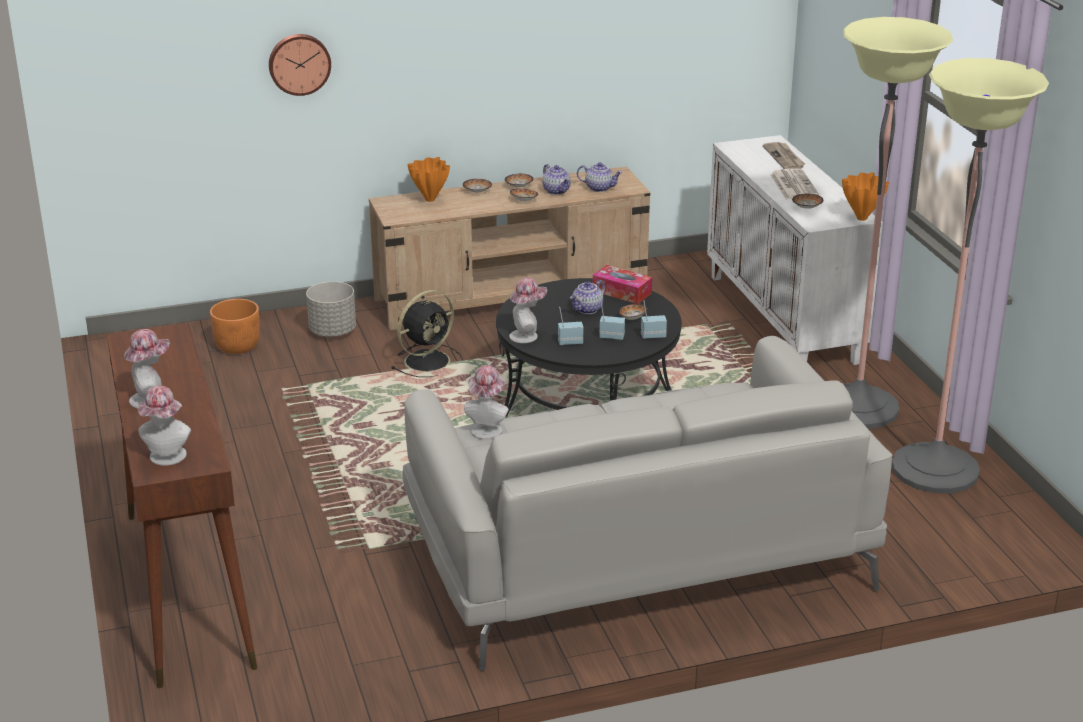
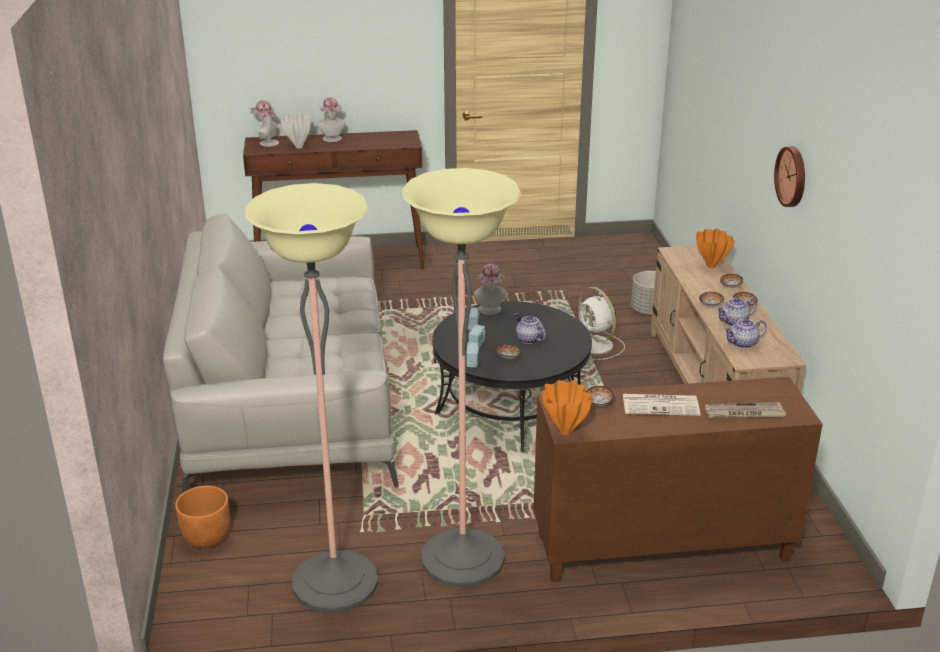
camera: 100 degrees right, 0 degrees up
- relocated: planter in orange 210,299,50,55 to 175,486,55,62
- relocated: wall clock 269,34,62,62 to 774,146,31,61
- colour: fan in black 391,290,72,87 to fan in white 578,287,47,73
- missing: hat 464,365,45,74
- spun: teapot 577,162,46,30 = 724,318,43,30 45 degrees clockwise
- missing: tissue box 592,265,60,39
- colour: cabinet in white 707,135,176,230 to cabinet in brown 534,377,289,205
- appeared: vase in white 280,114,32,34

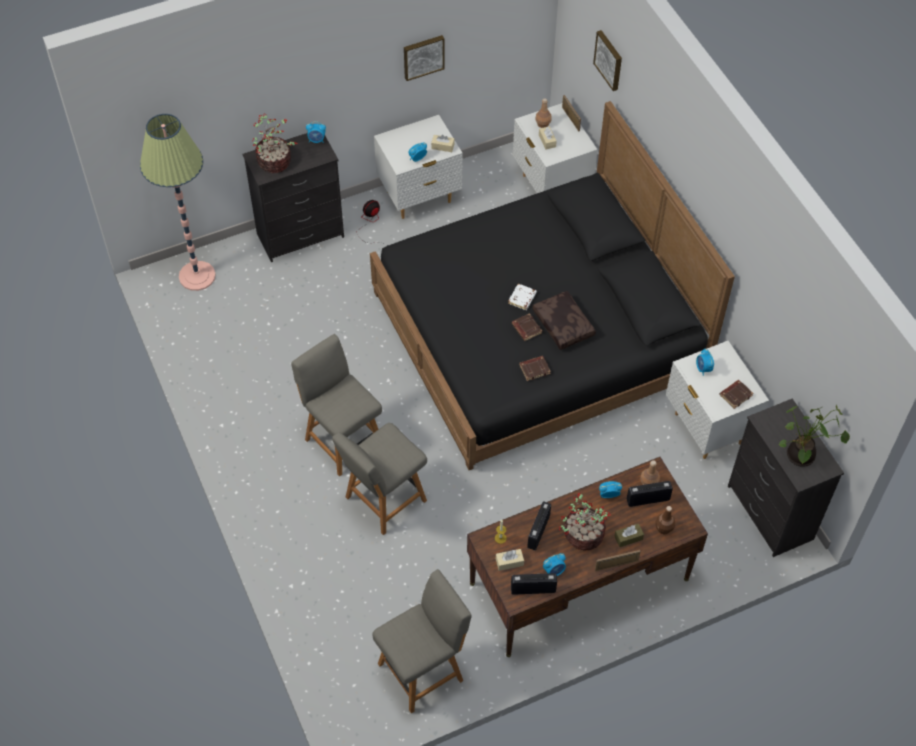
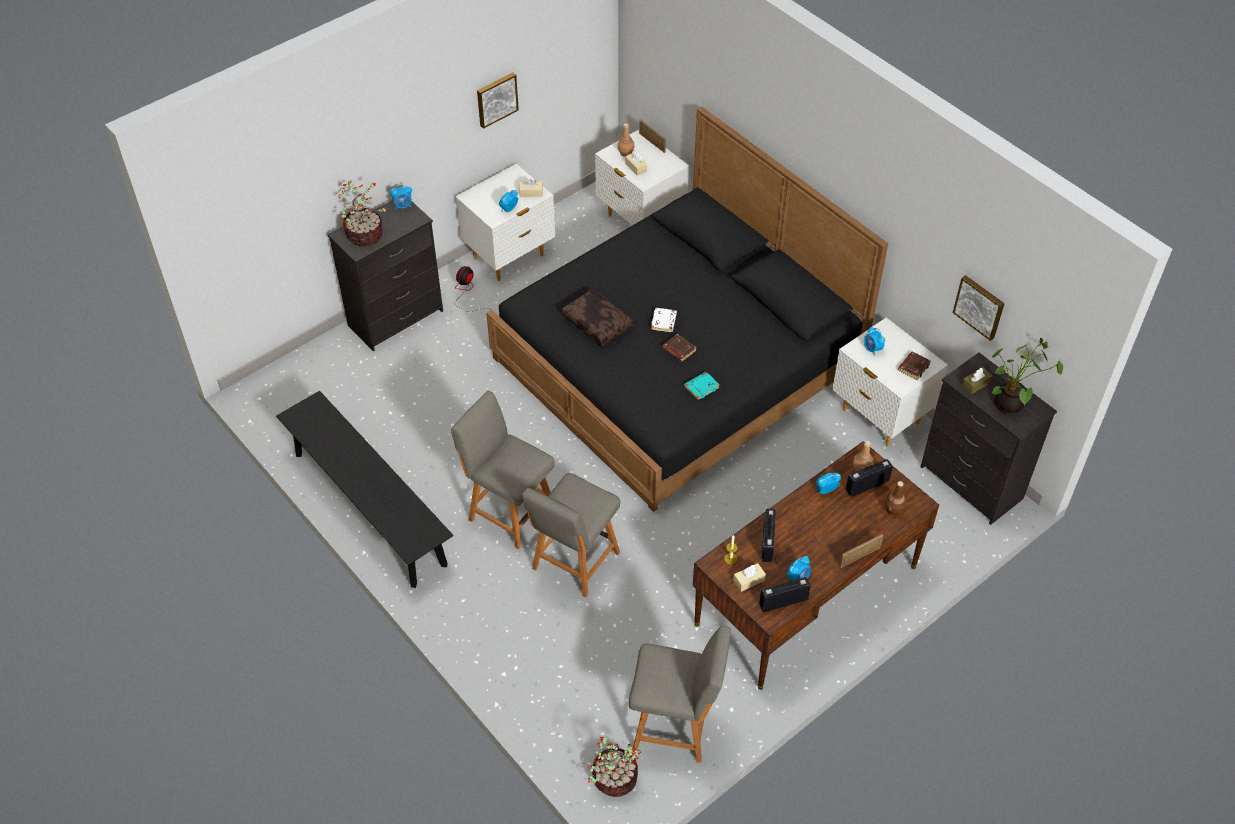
camera: 15 degrees left, 5 degrees down
- missing: floor lamp 140,114,76,177
- spun: chair in grey 372,569,100,144 = 629,626,102,137 60 degrees clockwise
- colour: book in brown 519,356,32,25 to book in turquoise 684,372,36,28
- relocated: pillow in brown 532,291,64,59 to 561,289,72,58
- relocated: potted plant 559,493,51,57 to 588,737,53,60
- relocated: picture 593,30,29,61 to 953,275,52,66
- relocated: tissue box in brown 614,524,30,23 to 962,367,30,27
- appeared: bench in black 276,391,177,197

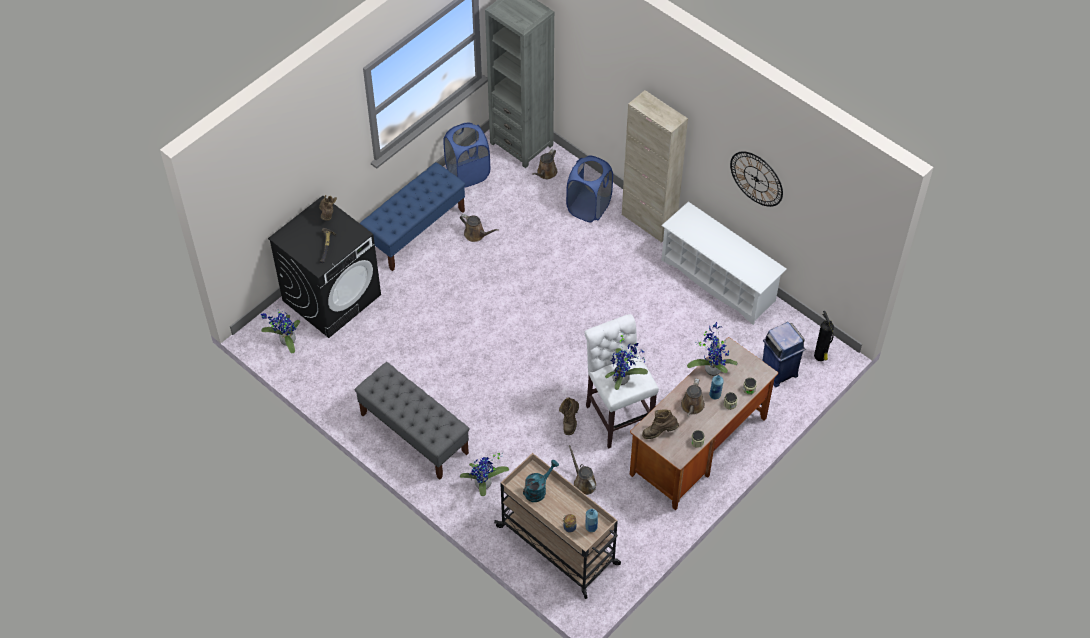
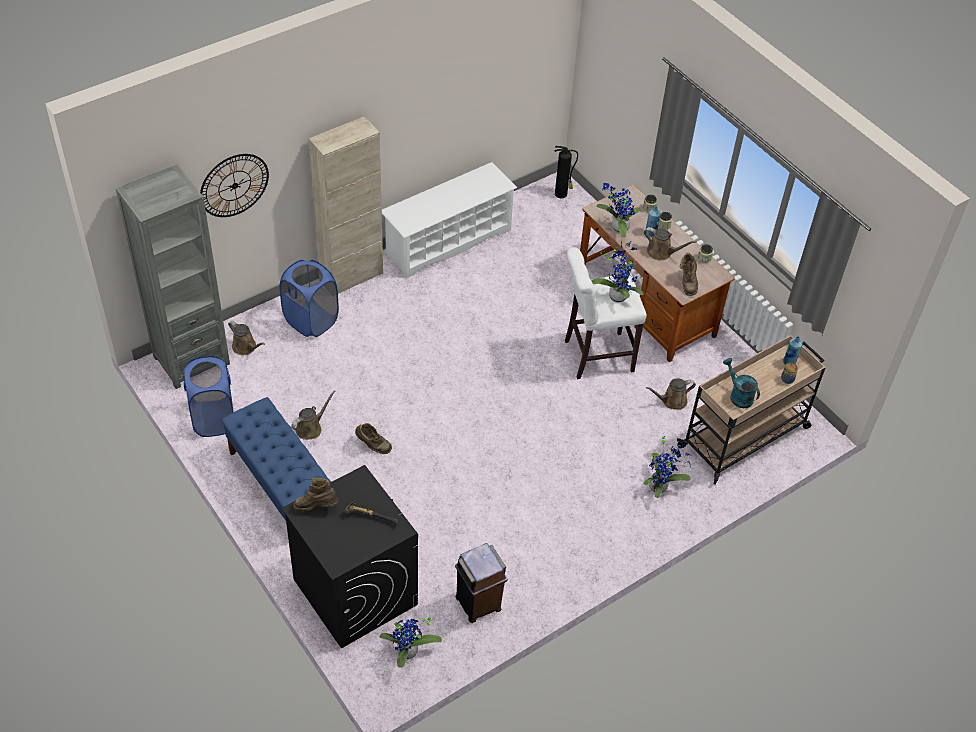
camera: 80 degrees left, 5 degrees down
- missing: bench in grey 355,362,115,118
- relocated: boot in brown 559,398,20,37 to 355,423,37,31
- relocated: wall clock 730,151,53,56 to 200,154,69,63
- missing: trash can in blue 762,322,43,65
- appeared: trash can in brown 455,543,53,80

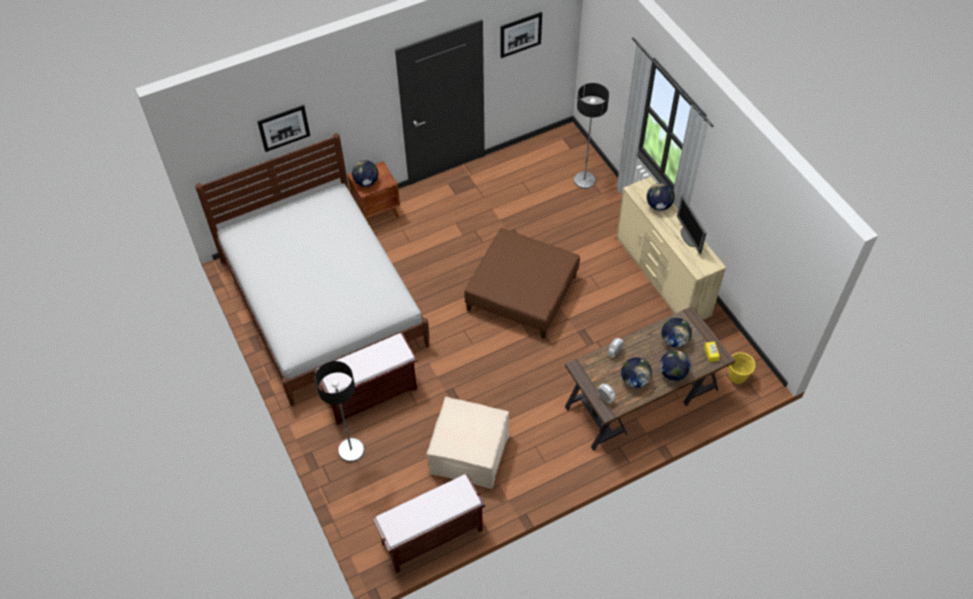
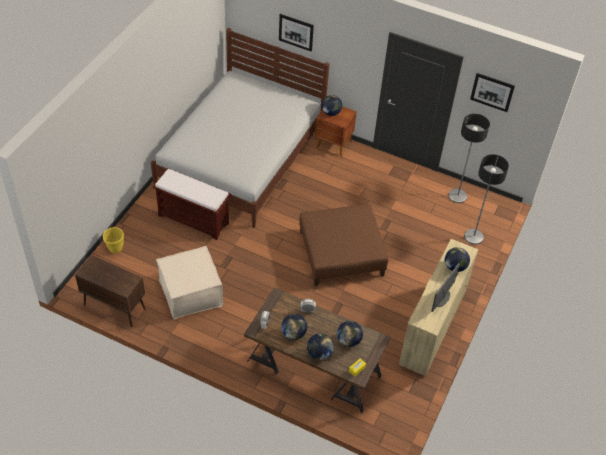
camera: 50 degrees right, 5 degrees down
- relocated: floor lamp 315,361,50,101 to 448,114,42,89
- exchanged: bench in brown 372,474,113,99 to cabinet in brown 75,255,70,72
- relocated: planter in yellow 728,353,27,31 to 103,227,21,26

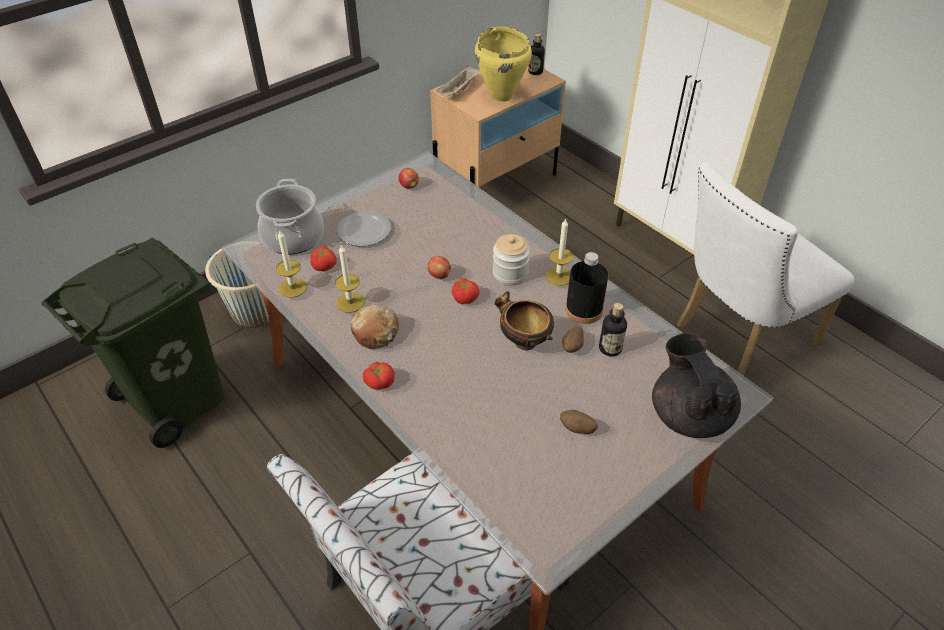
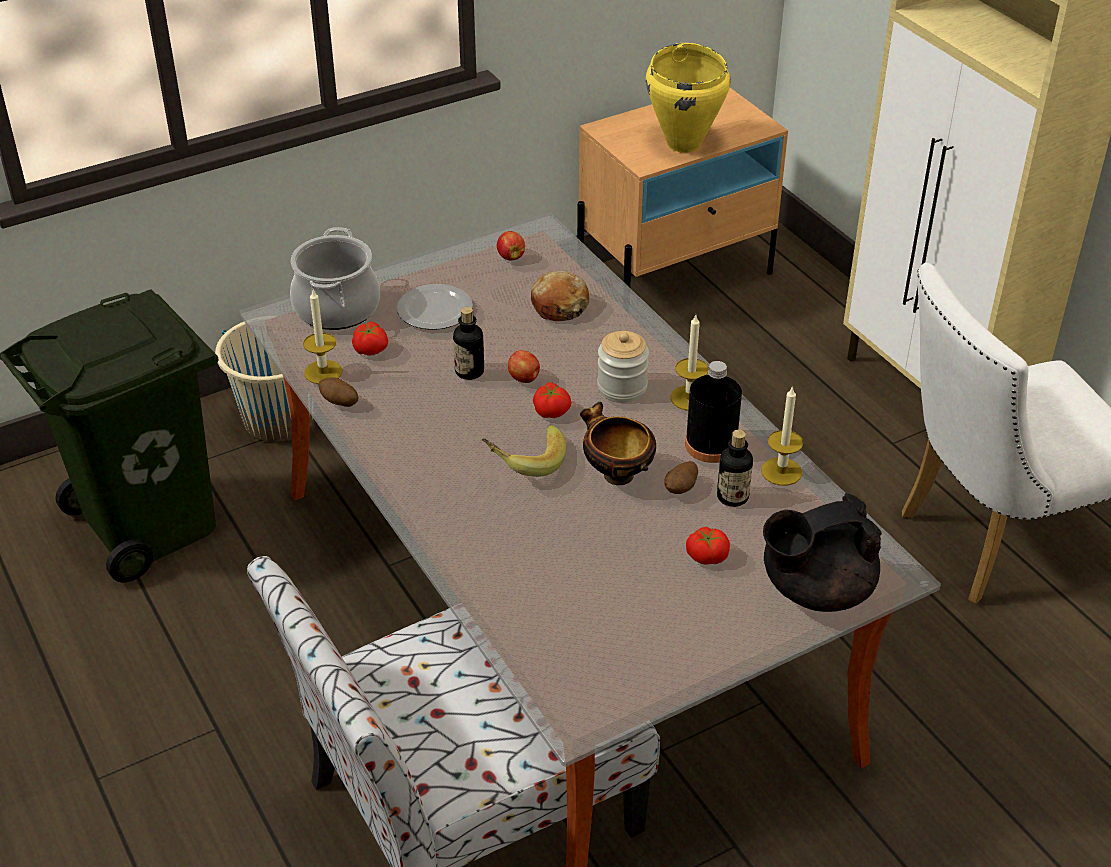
camera: 10 degrees right, 5 degrees down
- relocated: candle 335,245,30,68 to 761,386,42,100
- relocated: bread 350,305,49,44 to 531,271,58,50
- relocated: tomato 363,362,32,28 to 686,527,44,38
- missing: tray in beige 436,65,43,31
- relocated: bottle 528,34,17,41 to 453,307,31,73
- relocated: potato 560,410,38,24 to 319,377,39,30
- spun: teapot in black 652,333,89,105 = 763,493,119,119 105 degrees counterclockwise
- appeared: banana 482,425,84,52

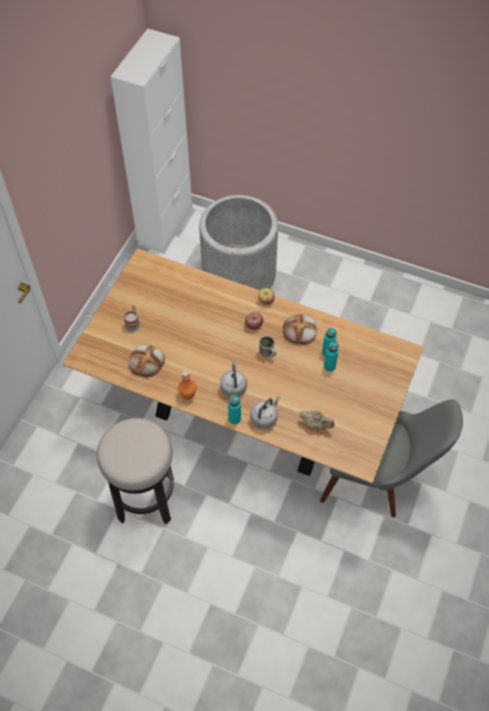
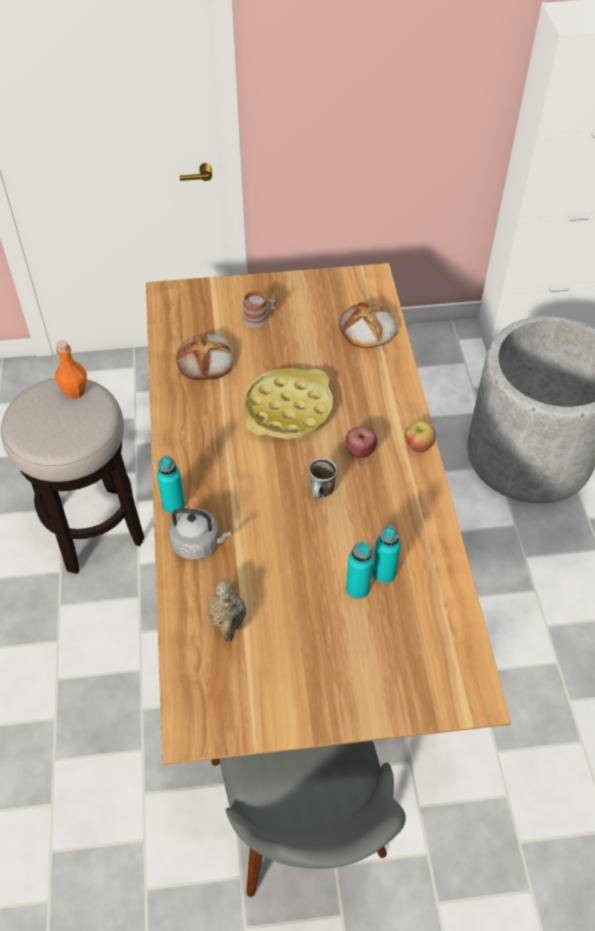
camera: 60 degrees right, 5 degrees down
- relocated: bottle in orange 177,371,20,29 to 55,340,32,59
- missing: kettle in grey 220,361,27,36
- relocated: bread 283,314,34,30 to 339,302,58,46
- appeared: tray in yellow 244,368,89,71

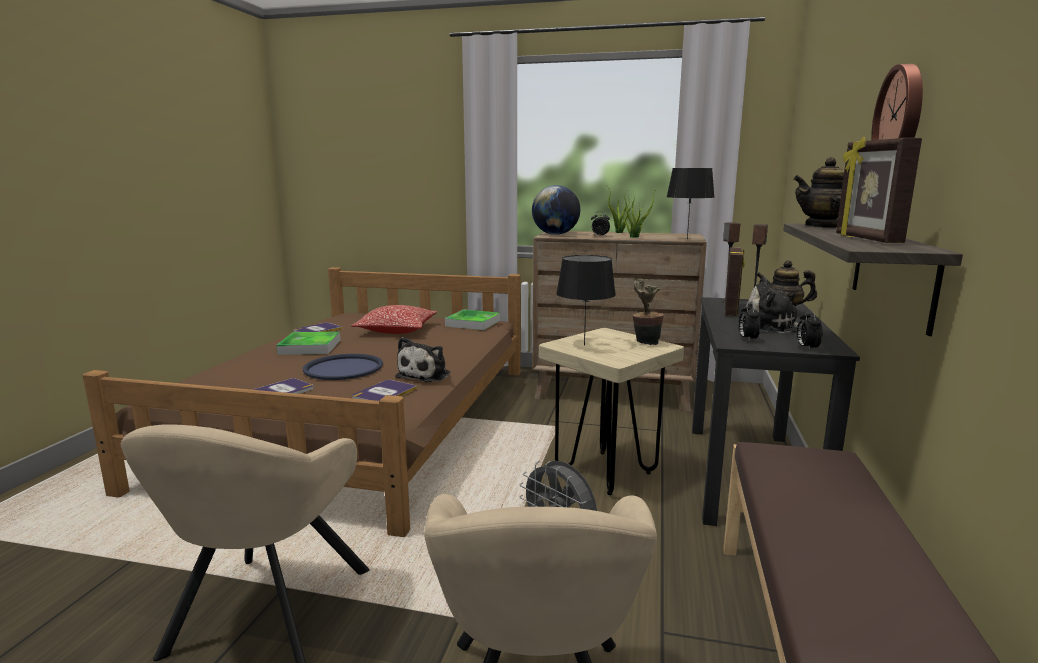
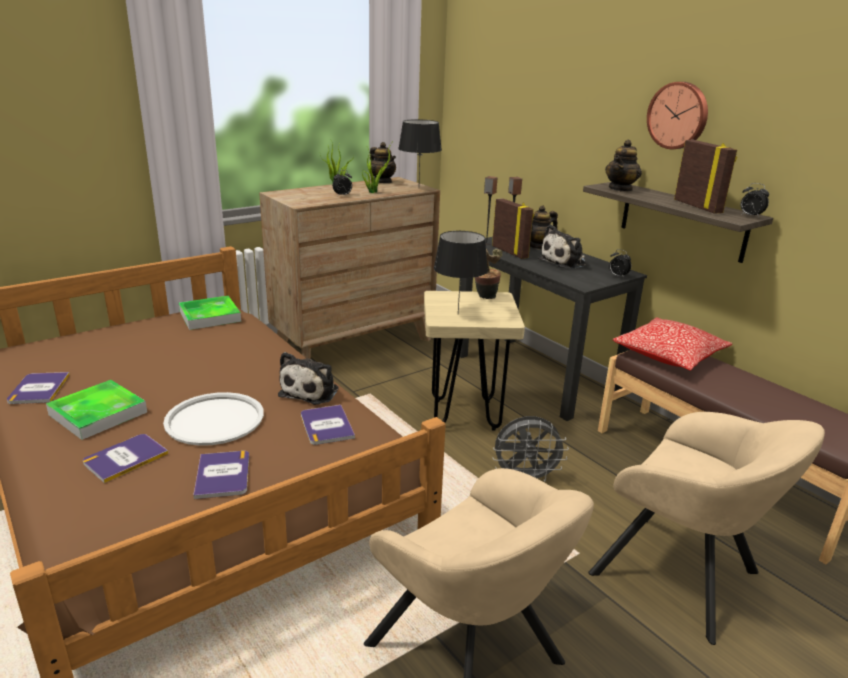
camera: 50 degrees left, 10 degrees up
- colour: tray in blue 303,354,80,26 to tray in white 163,392,101,54
- relocated: pillow 352,305,86,29 to 612,317,120,54
- spun: plush toy 396,337,54,45 = 278,352,60,53 45 degrees clockwise
- missing: globe 532,185,48,50
- relocated: alarm clock 739,302,22,40 to 741,183,28,34
- spun: picture frame 836,137,86,106 = 674,140,63,74 150 degrees counterclockwise
- appeared: book 83,434,86,49
- appeared: teapot 370,142,26,41

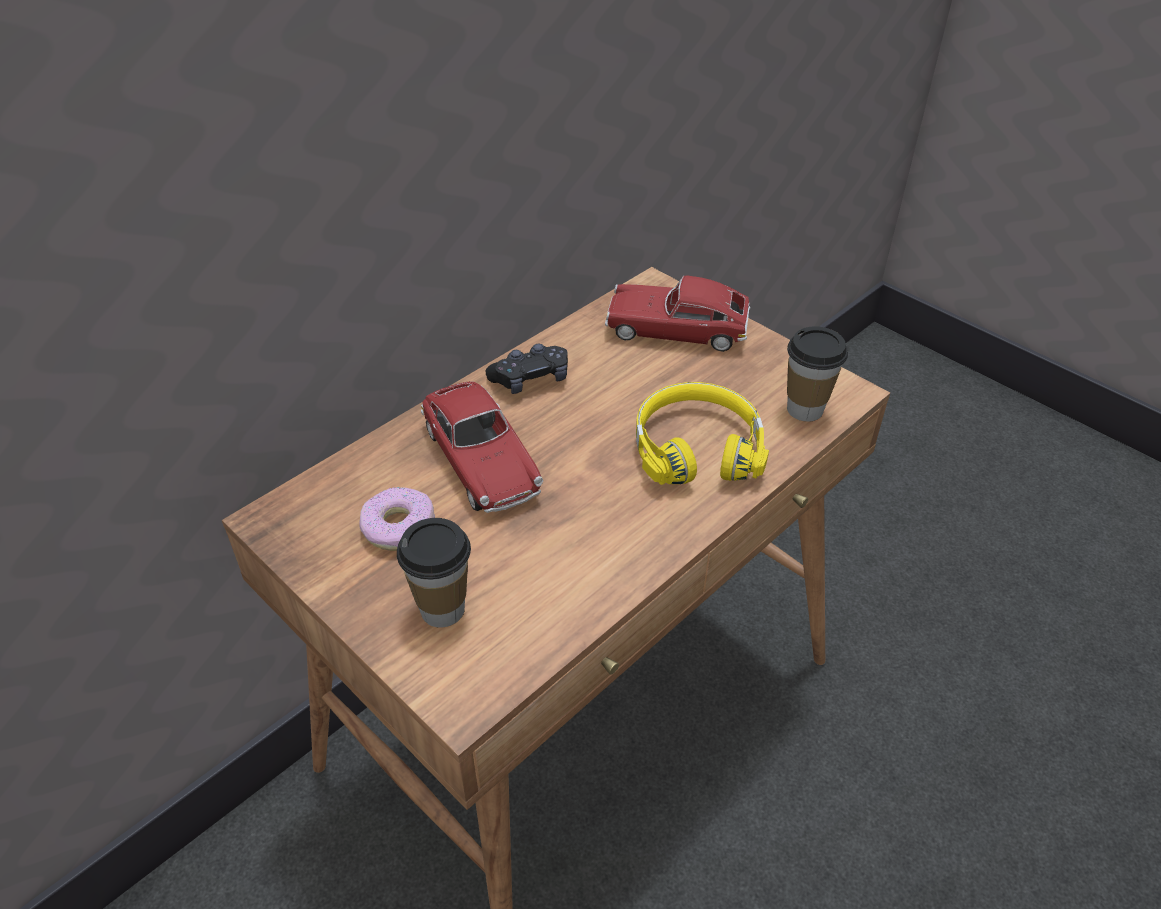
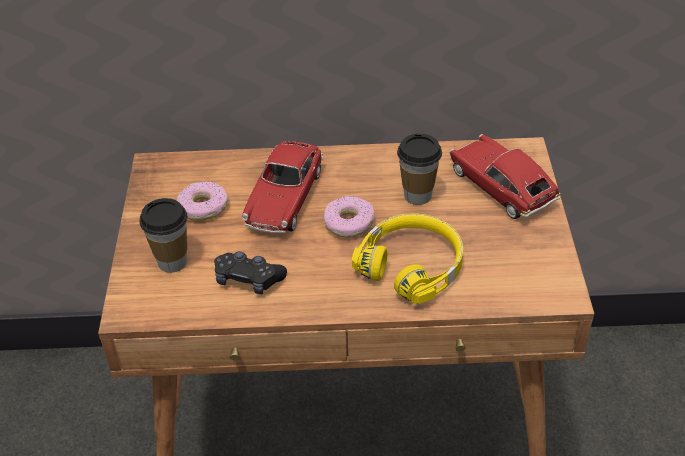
camera: 45 degrees right, 0 degrees up
- relocated: game controller in black 486,344,82,50 to 214,251,73,43
- relocated: cup 787,326,61,96 to 397,134,45,71
- appeared: donut 323,196,52,42

